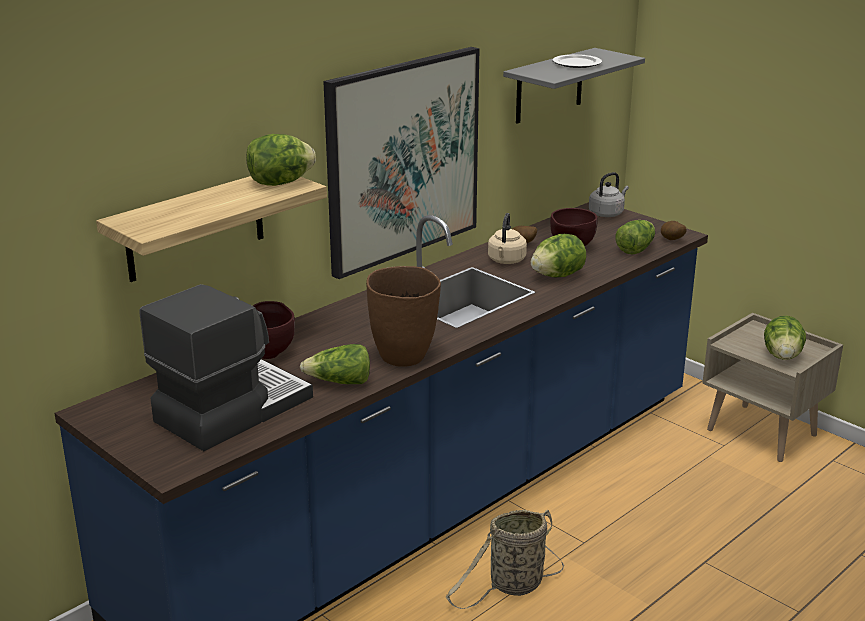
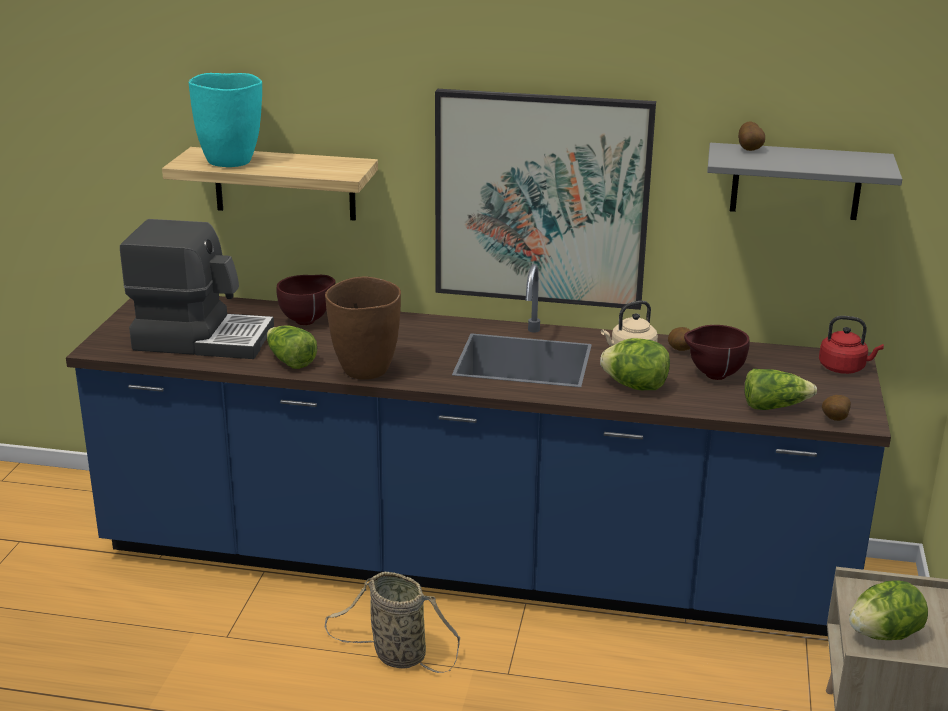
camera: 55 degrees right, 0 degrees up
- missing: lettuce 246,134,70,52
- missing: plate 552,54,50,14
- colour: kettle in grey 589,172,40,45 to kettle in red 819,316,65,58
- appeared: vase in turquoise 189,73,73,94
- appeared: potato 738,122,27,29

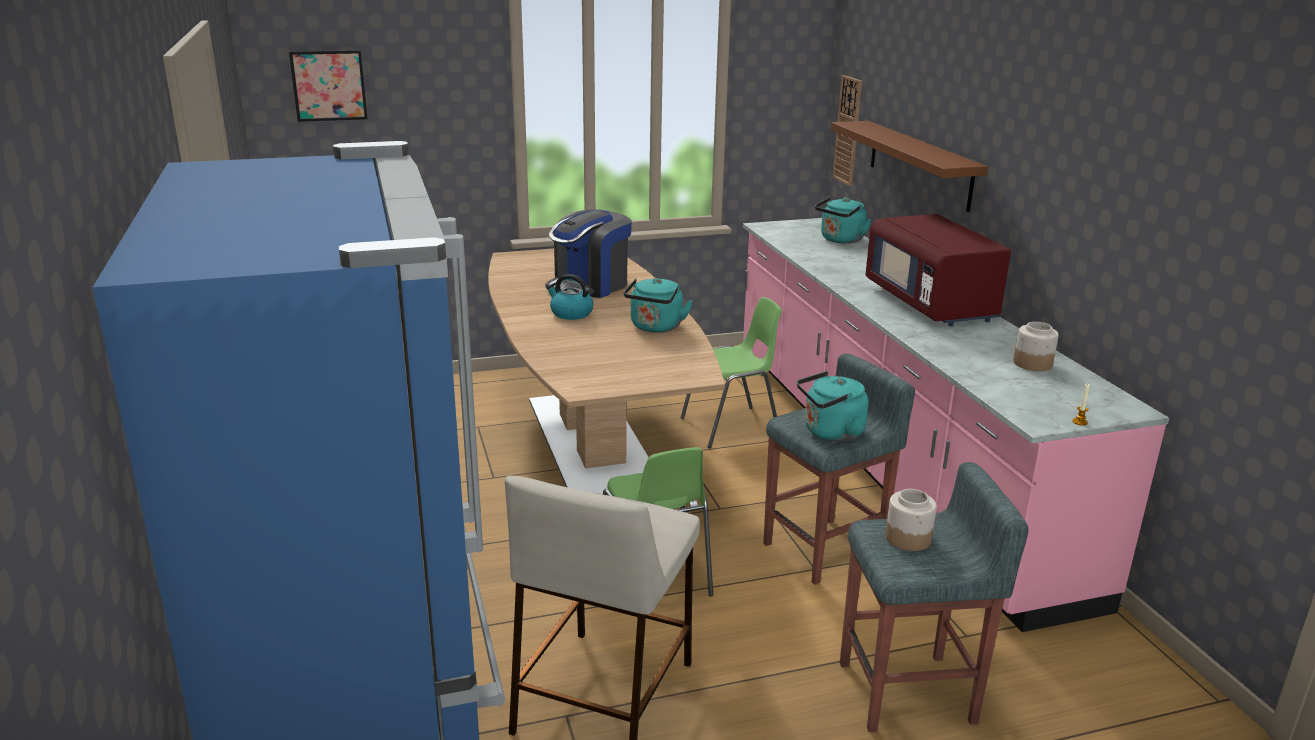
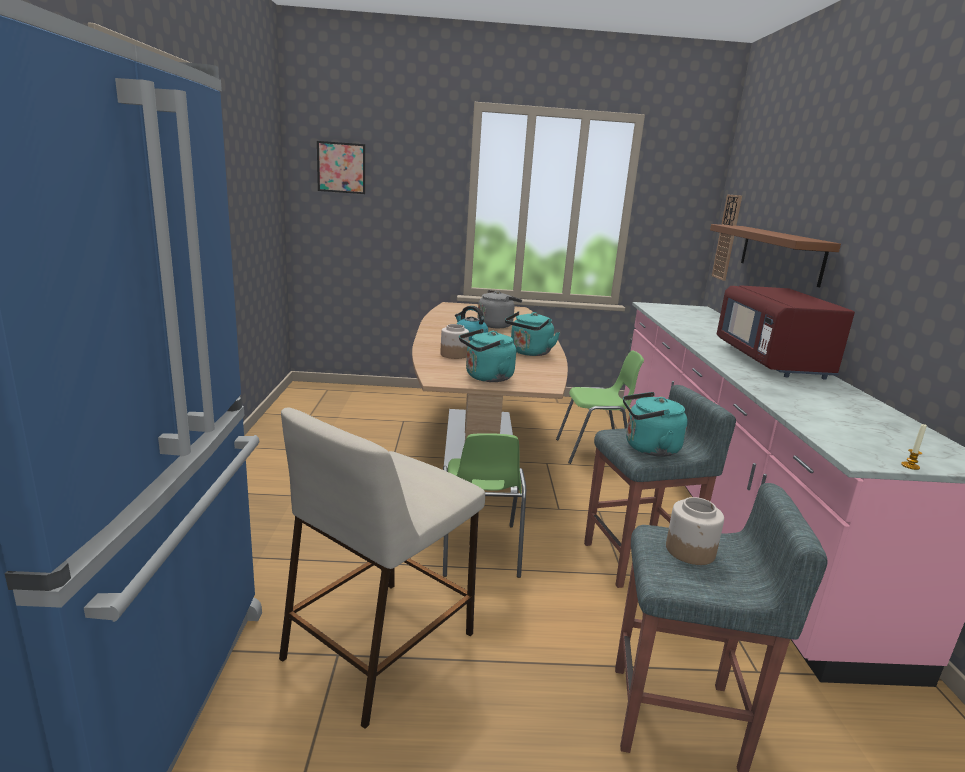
camera: 15 degrees right, 5 degrees down
- exchanged: coffee machine 546,209,86,89 to kettle in grey 478,290,44,38
- relocated: kettle in turquoise 815,197,57,47 to 459,329,57,53
- relocated: jar 1014,322,45,49 to 440,324,29,35

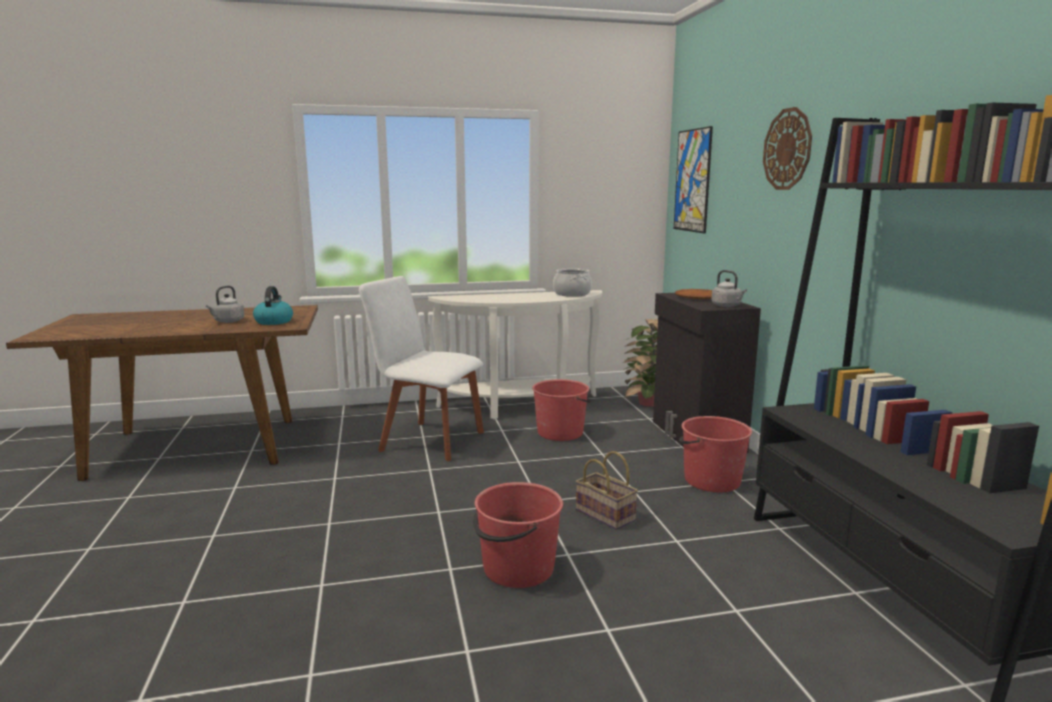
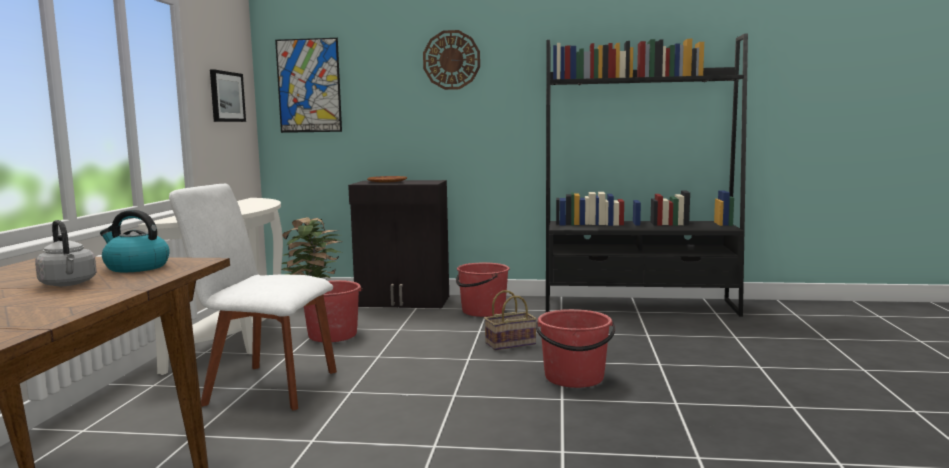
camera: 70 degrees left, 5 degrees down
- spun: chair in white 359,276,125,185 = 169,184,168,226 60 degrees clockwise
- missing: cooking pot 553,269,39,28
- missing: kettle in grey 711,270,36,37
- appeared: picture 210,69,36,53

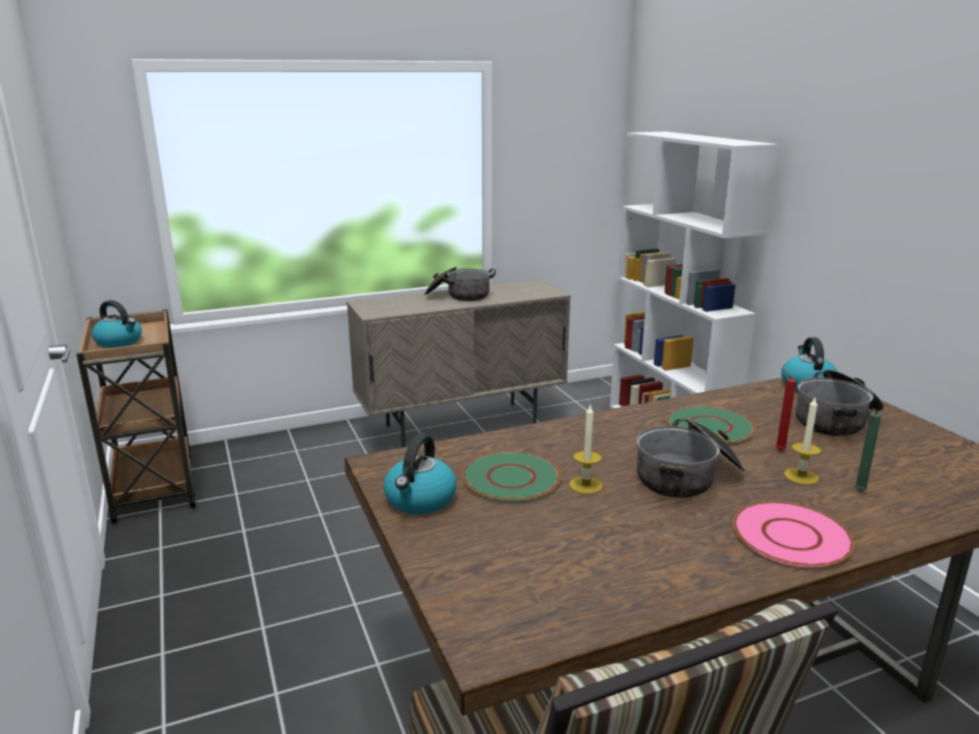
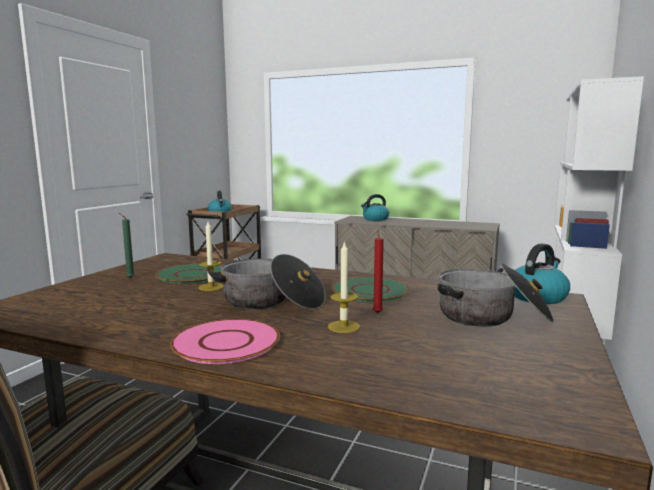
camera: 45 degrees right, 10 degrees down
- relocated: kettle 384,434,73,80 to 361,194,28,27
- missing: cooking pot 424,267,72,34
- relocated: candle in green 855,408,26,84 to 119,213,16,65

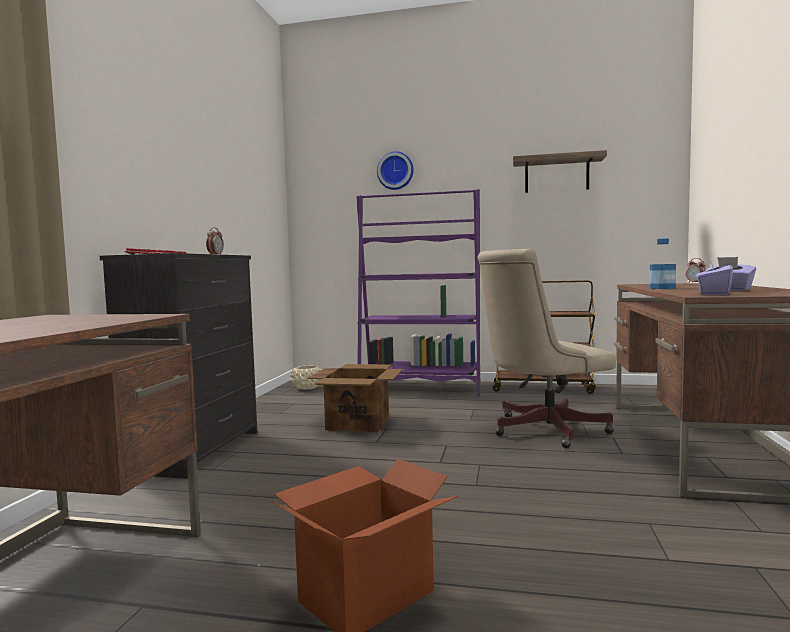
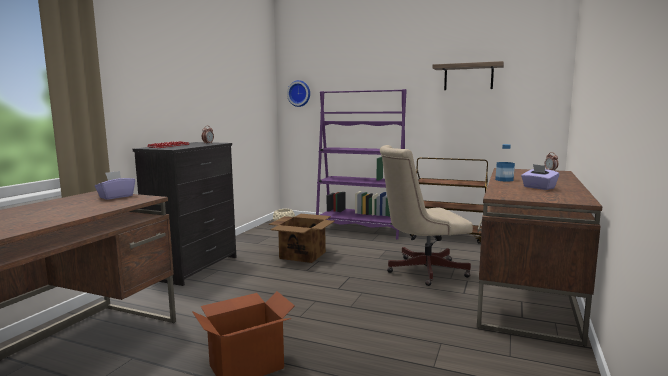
camera: 10 degrees right, 5 degrees up
- relocated: wall clock 377,151,36,39 to 287,80,23,27
- relocated: tissue box in purple 696,258,37,37 to 95,171,40,29

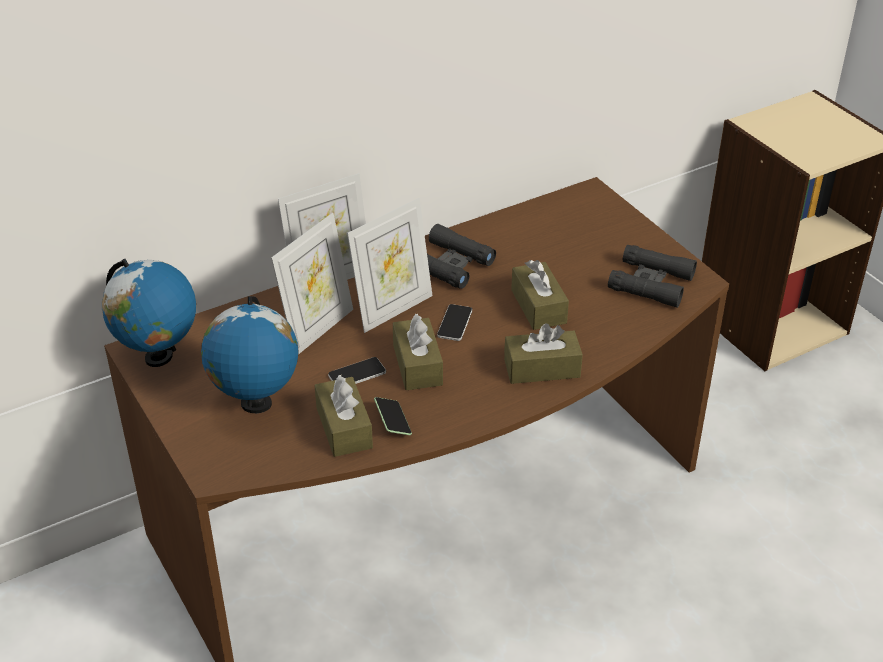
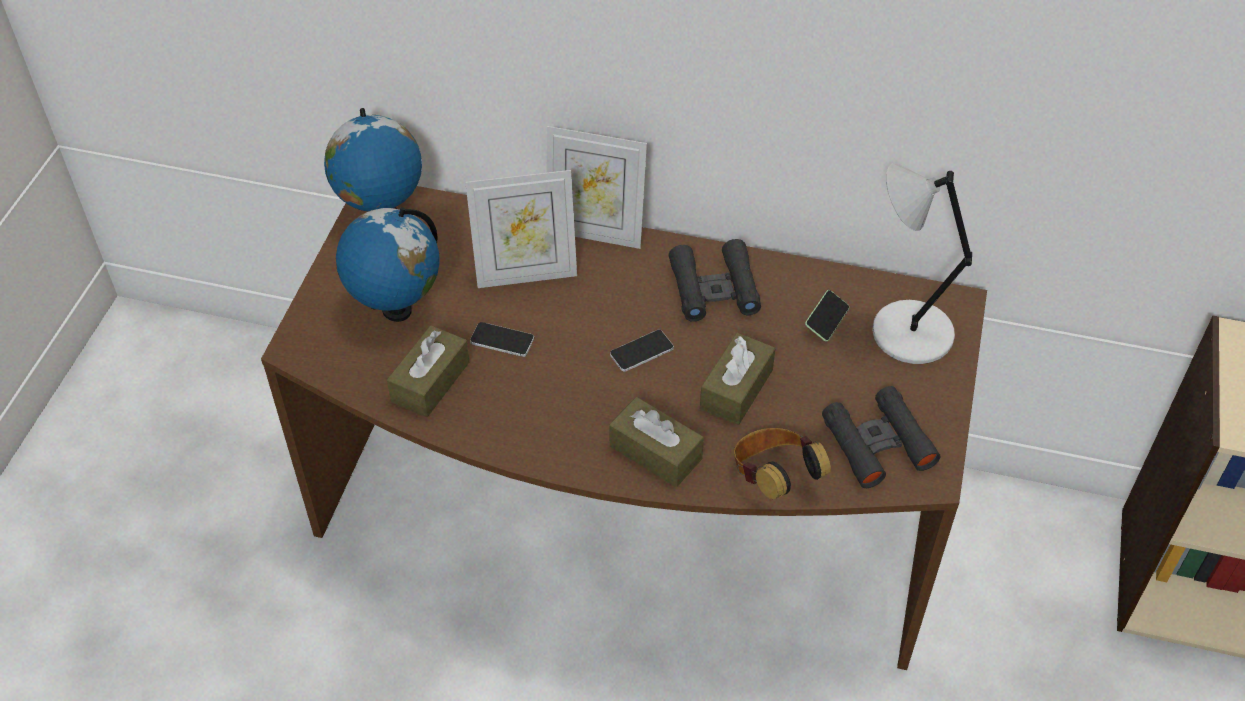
camera: 45 degrees right, 10 degrees up
- missing: picture frame 347,198,86,135
- relocated: phone 374,397,38,38 to 805,290,45,52
- missing: tissue box in brown 393,314,50,76
- appeared: headphones 734,428,97,71
- appeared: table lamp in grey 872,163,100,201

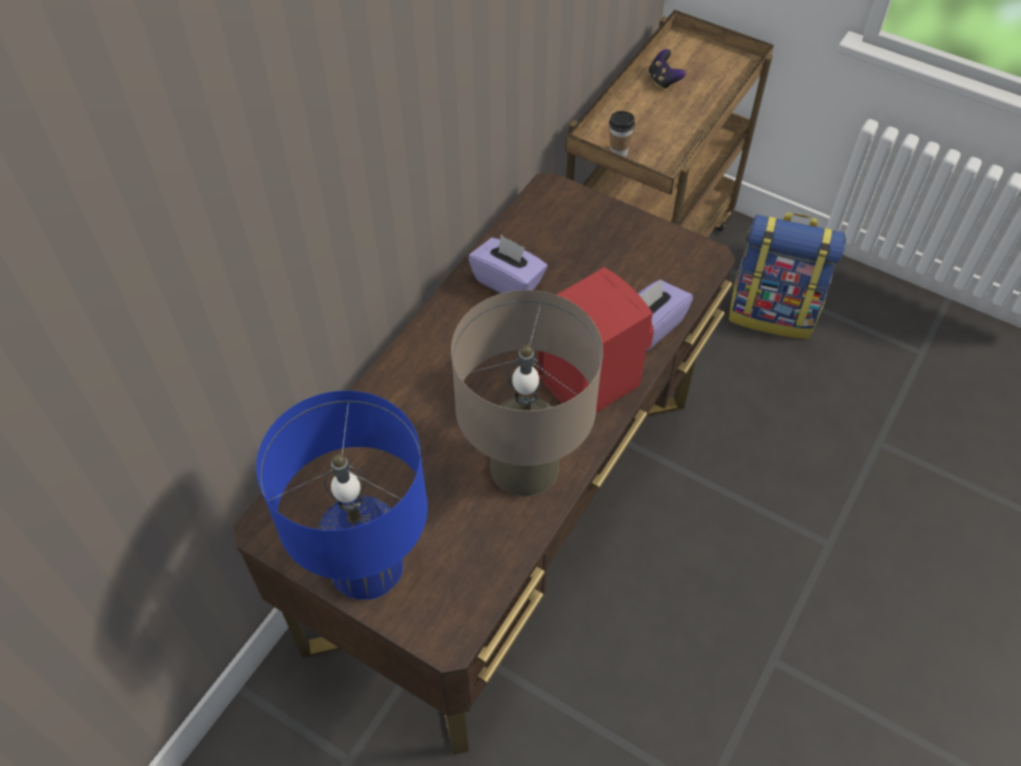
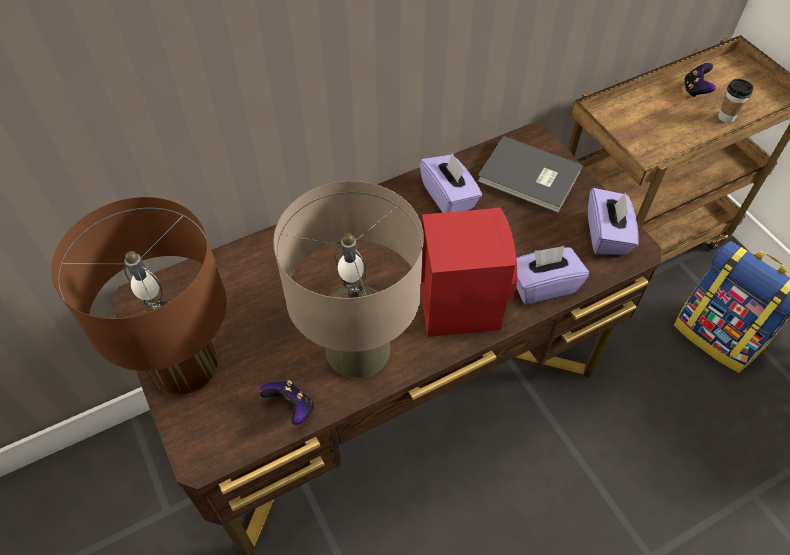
camera: 30 degrees right, 0 degrees up
- colour: table lamp in blue 256,391,172,209 to table lamp in brown 51,197,176,198
- relocated: cup 609,111,26,46 to 718,79,35,44
- appeared: game controller 259,380,55,45
- appeared: book in grey 477,136,106,77
- appeared: tissue box in purple 588,188,51,67

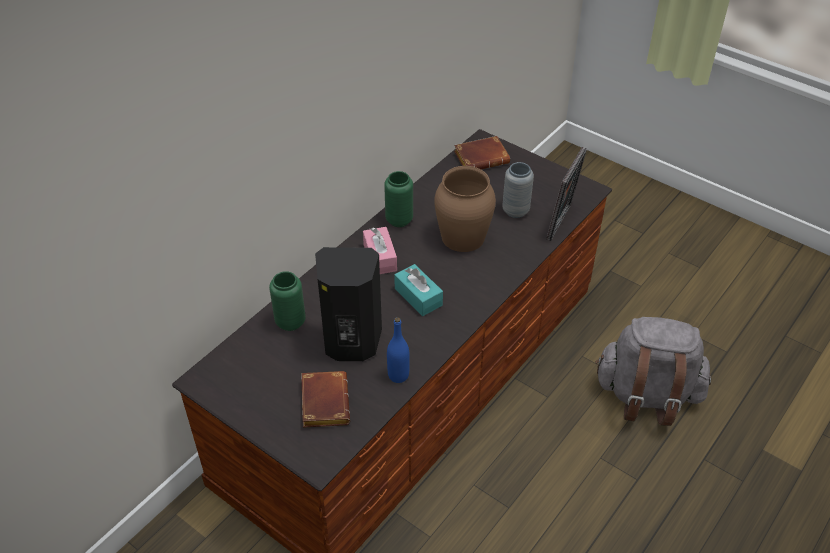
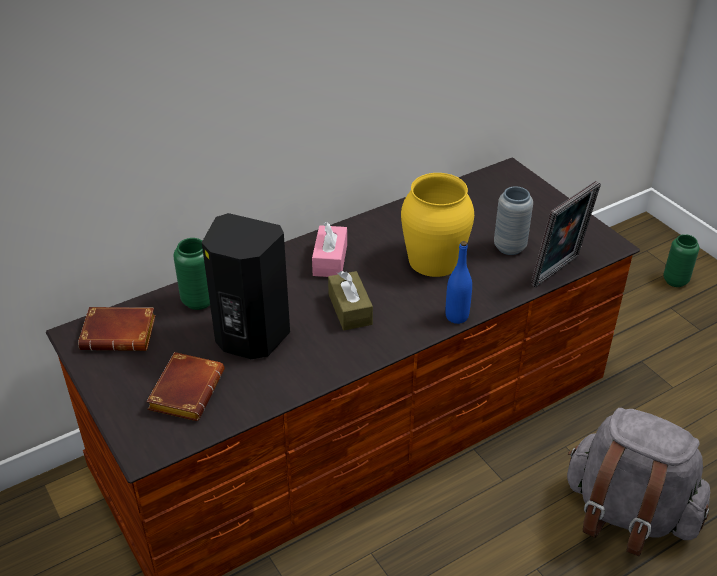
camera: 20 degrees right, 5 degrees down
- relocated: vase in green 384,171,29,56 to 663,234,36,53
- relocated: bottle in blue 387,317,23,66 to 445,241,27,83
- colour: tissue box in turquoise 394,264,49,52 to tissue box in brown 328,271,45,59
- colour: vase in brown 434,166,62,86 to vase in yellow 401,173,73,104
- relocated: book in brown 454,136,56,33 to 78,307,78,44

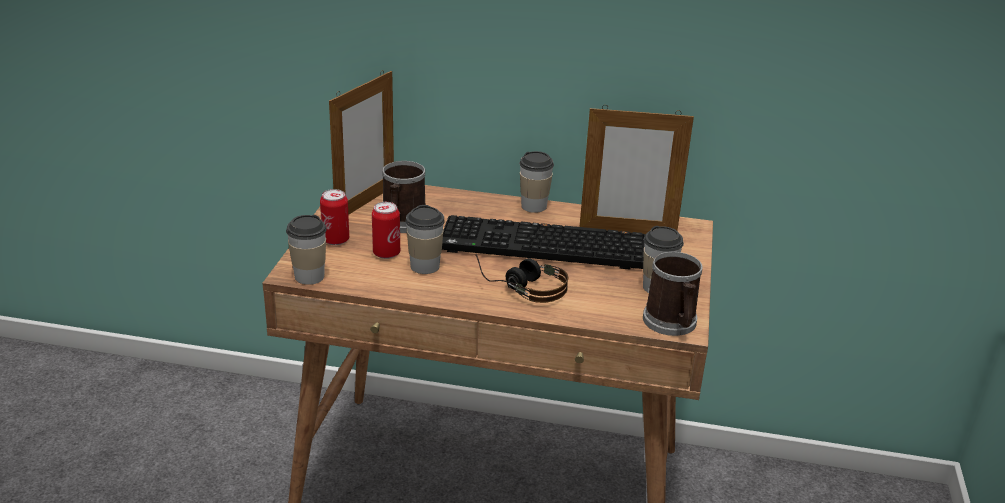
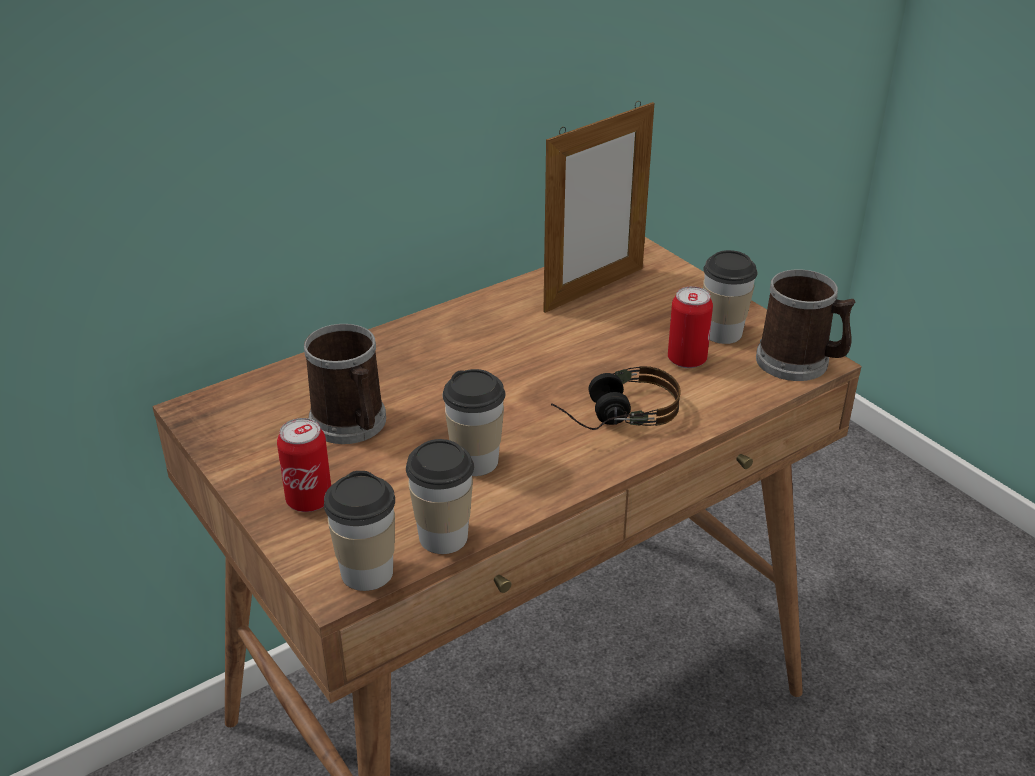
camera: 45 degrees left, 5 degrees up
- missing: picture frame 329,70,65,145
- relocated: can 372,202,28,57 to 668,286,45,82
- missing: keyboard 442,215,204,55
- relocated: cup 519,151,35,62 to 406,439,68,115

